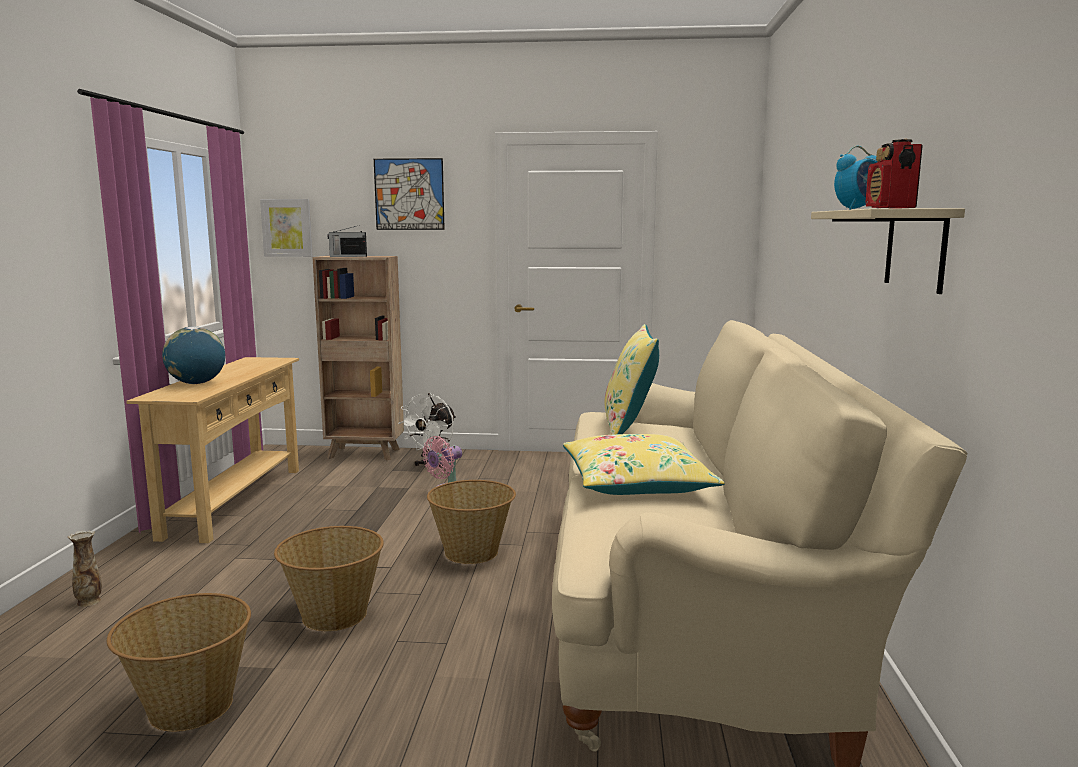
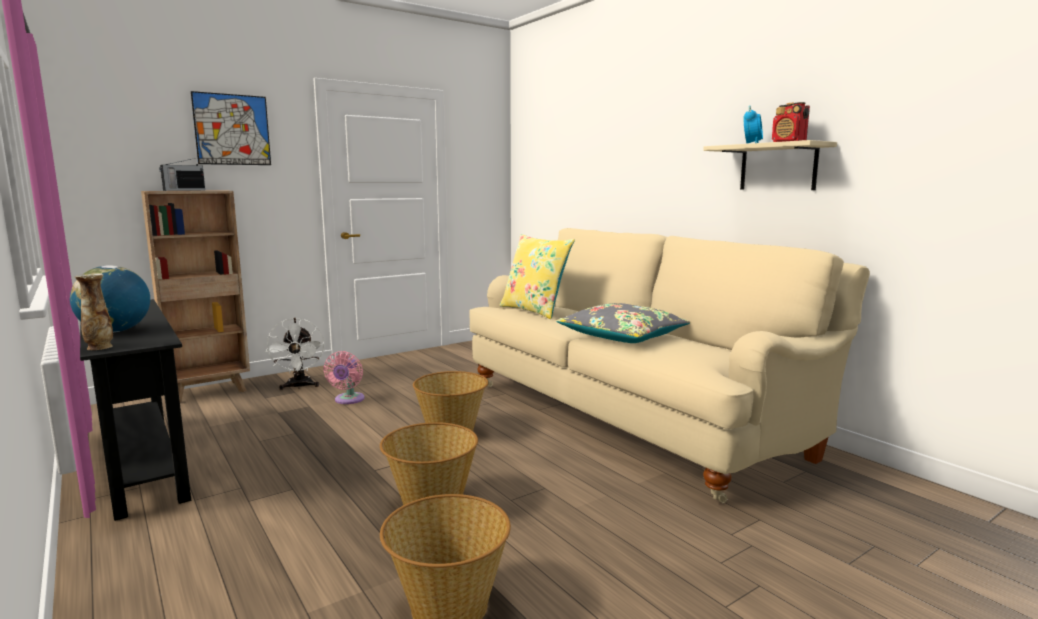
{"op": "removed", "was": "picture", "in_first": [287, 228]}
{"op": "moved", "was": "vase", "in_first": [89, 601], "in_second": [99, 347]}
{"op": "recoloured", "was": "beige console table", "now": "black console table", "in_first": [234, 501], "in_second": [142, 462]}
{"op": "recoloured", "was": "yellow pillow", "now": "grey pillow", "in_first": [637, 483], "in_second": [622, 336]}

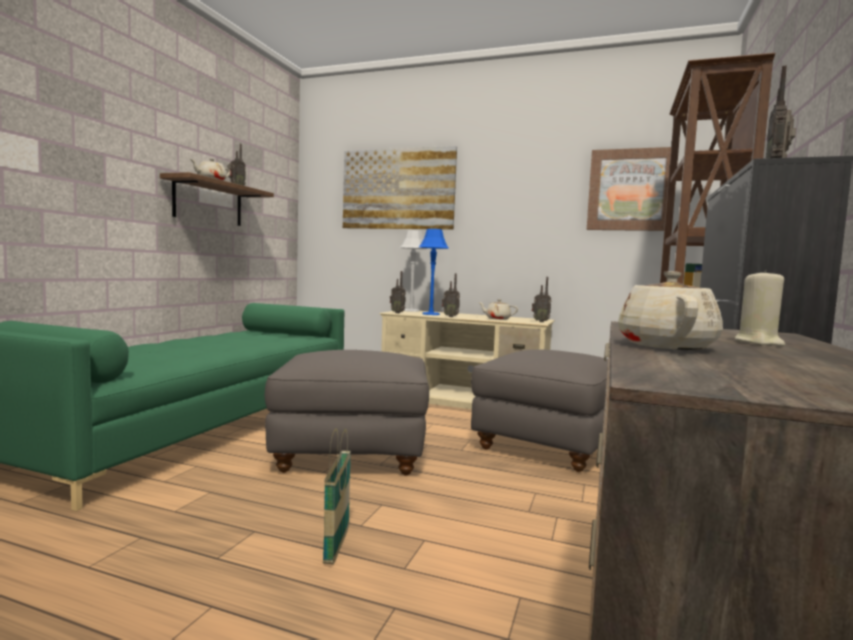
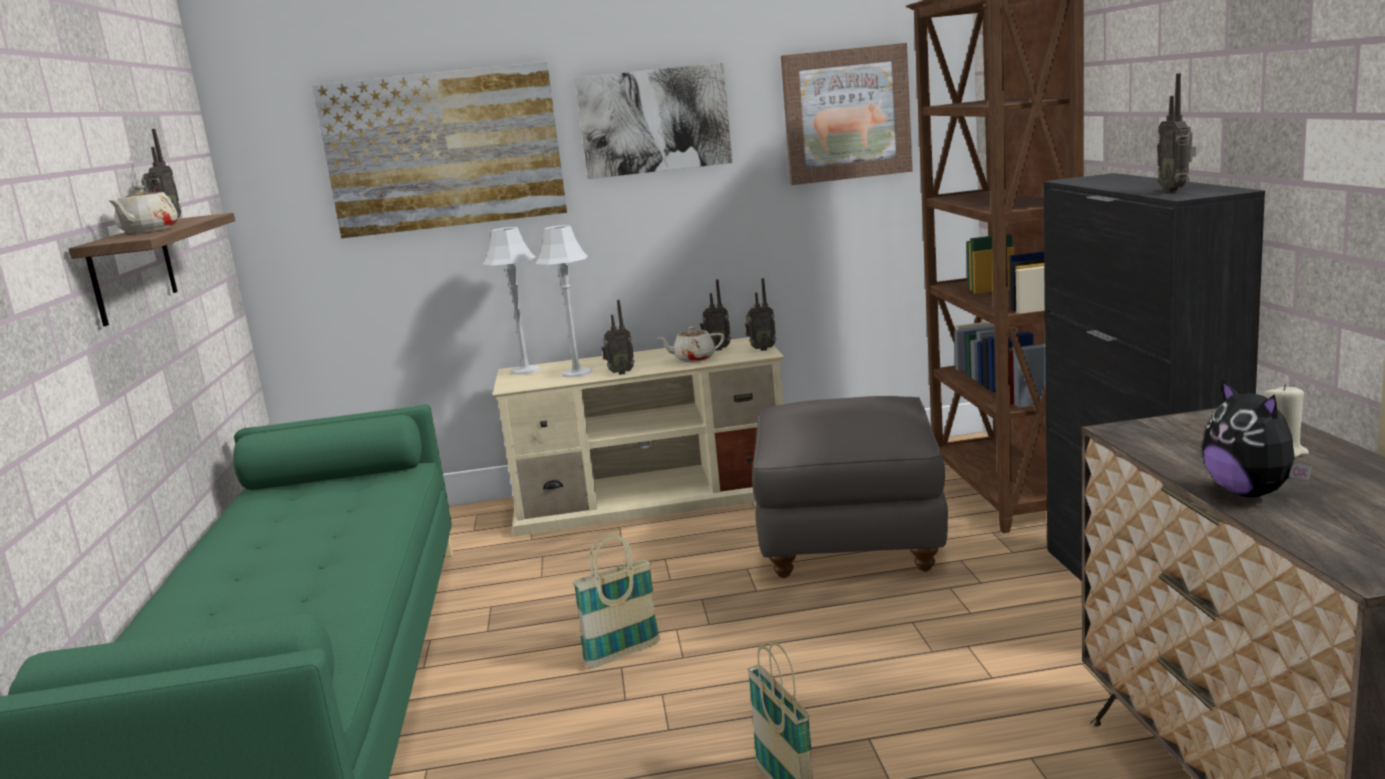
{"op": "added", "now": "picture", "in_second": [654, 121]}
{"op": "moved", "was": "radio", "in_first": [398, 313], "in_second": [717, 349]}
{"op": "replaced", "was": "grey ottoman", "now": "basket", "in_first": [352, 453], "in_second": [622, 654]}
{"op": "replaced", "was": "beige teapot", "now": "plush toy", "in_first": [665, 345], "in_second": [1250, 493]}
{"op": "recoloured", "was": "blue table lamp", "now": "grey table lamp", "in_first": [431, 314], "in_second": [577, 373]}

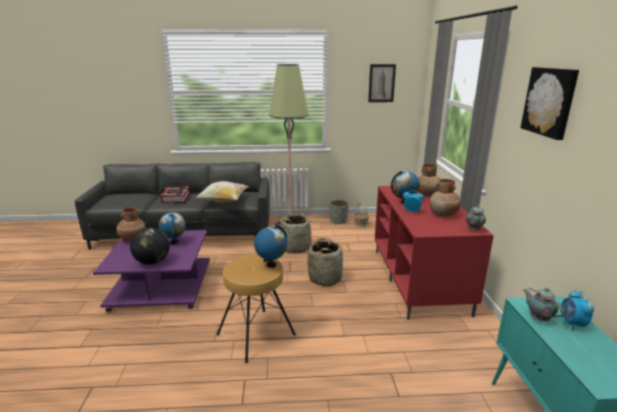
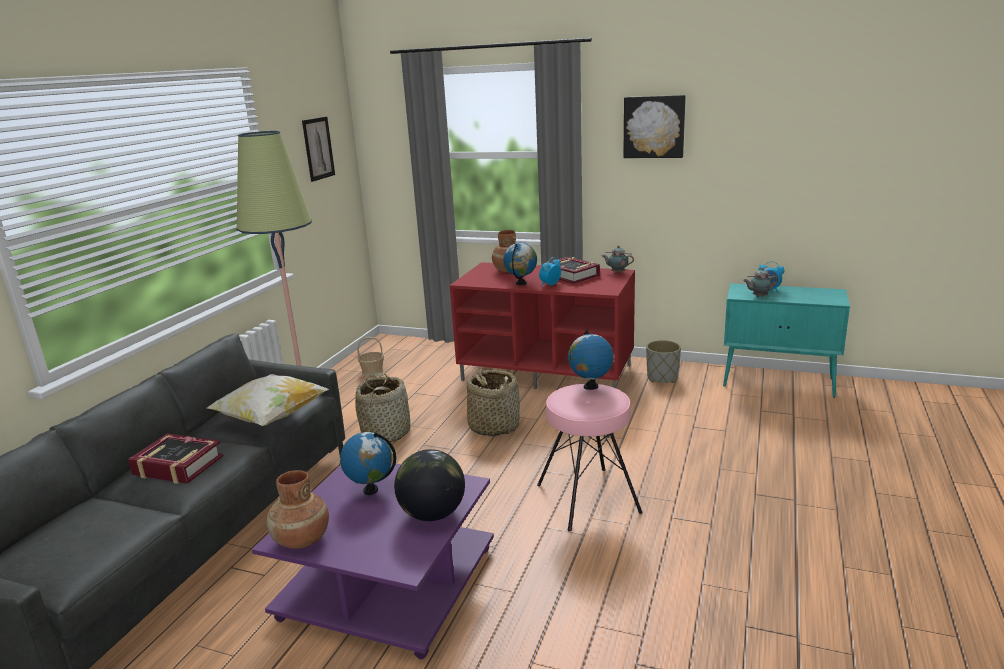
{"op": "moved", "was": "grey planter", "in_first": [338, 221], "in_second": [662, 378]}
{"op": "replaced", "was": "brown vase", "now": "book", "in_first": [443, 214], "in_second": [571, 275]}
{"op": "recoloured", "was": "brown stool", "now": "pink stool", "in_first": [256, 334], "in_second": [588, 498]}

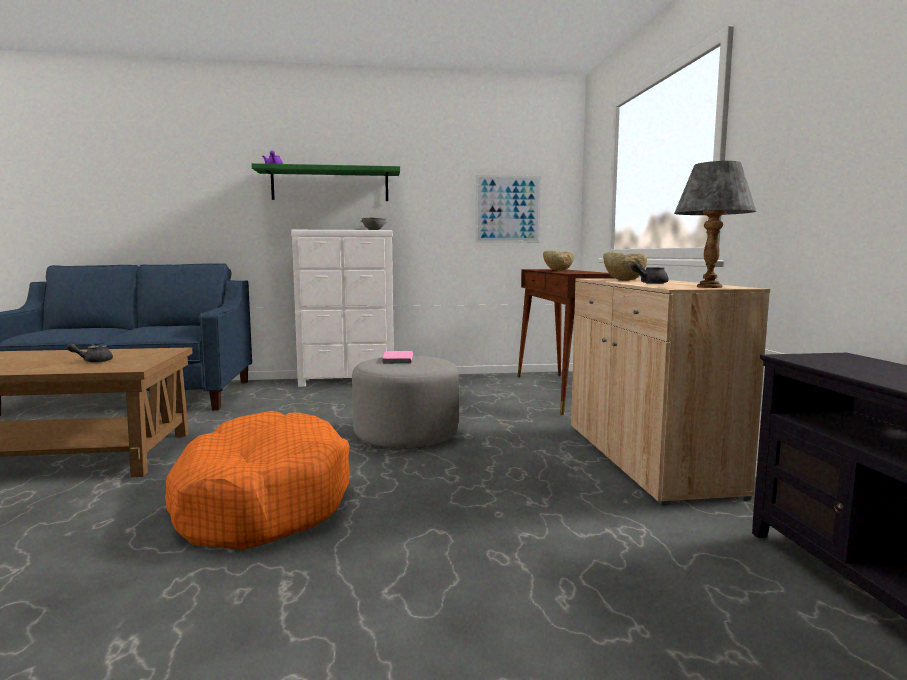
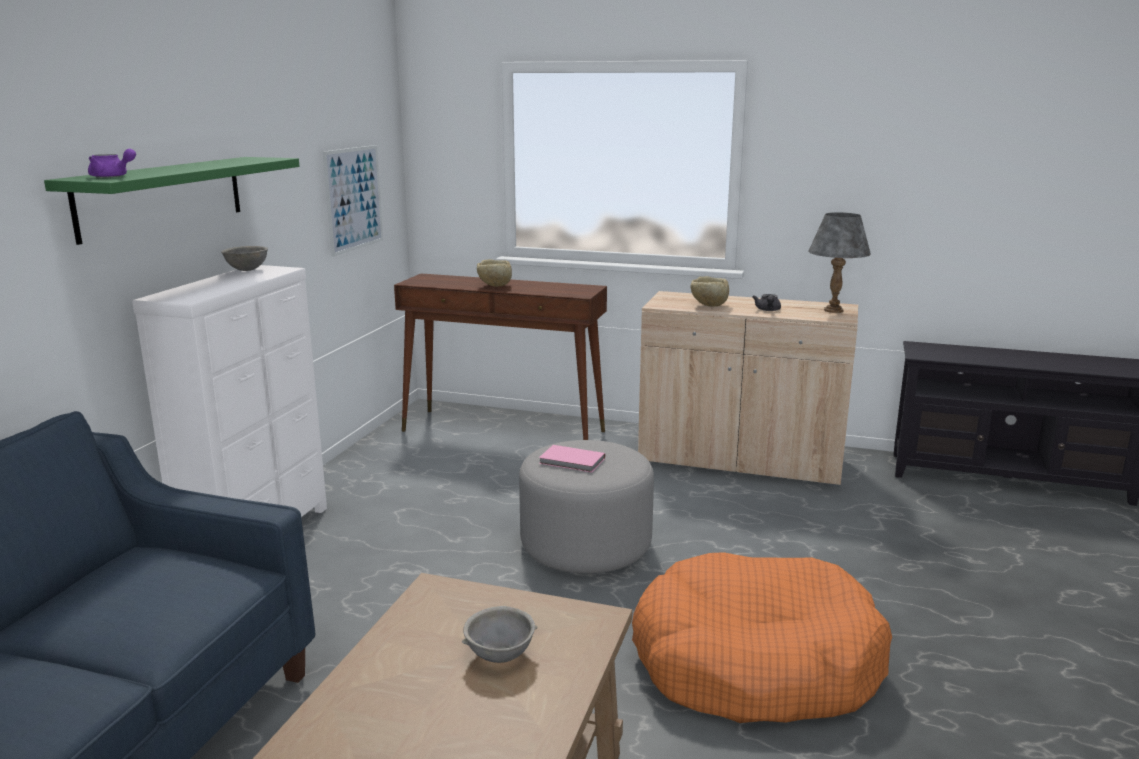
{"op": "replaced", "was": "grey teapot", "now": "grey bowl", "in_first": [93, 361], "in_second": [500, 656]}

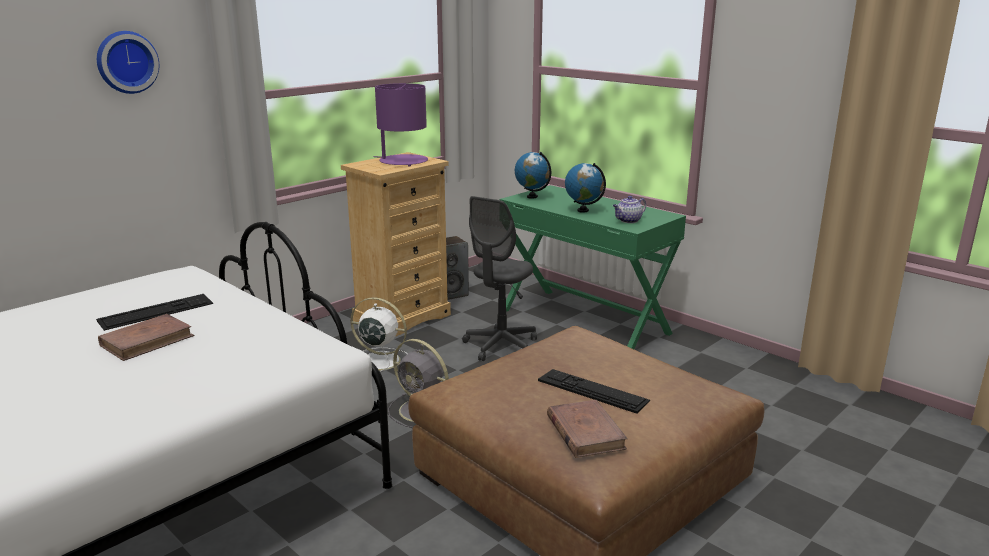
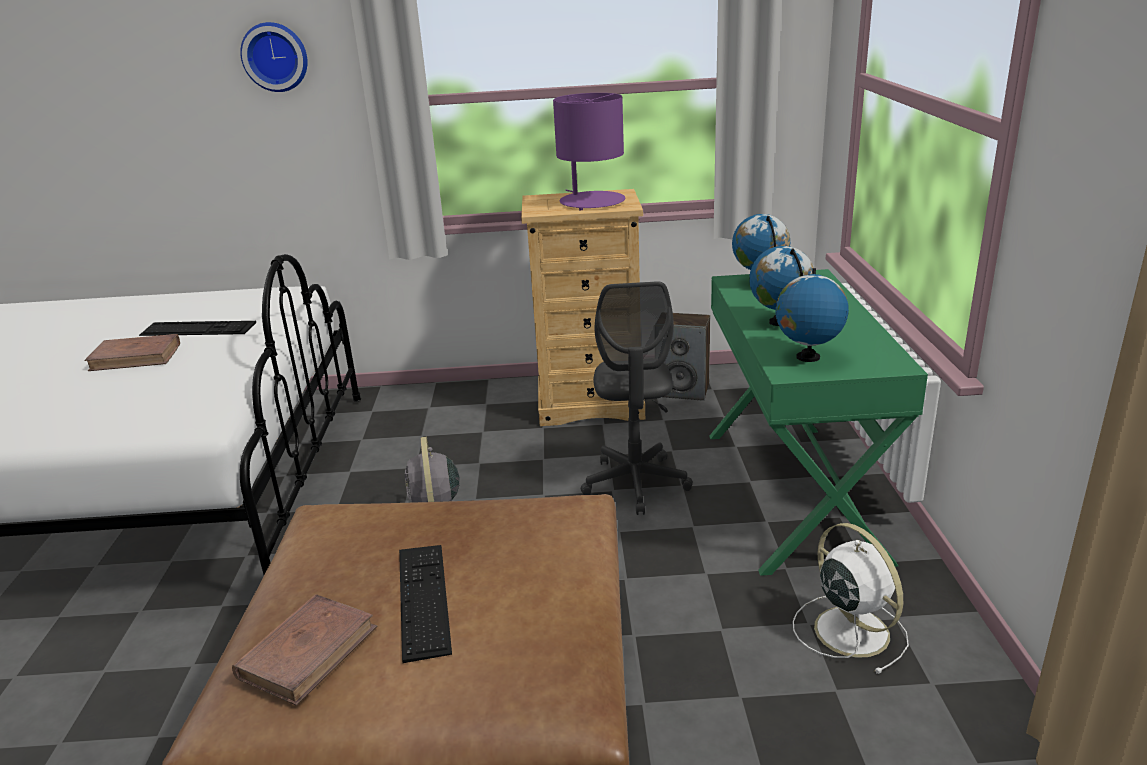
{"op": "moved", "was": "white fan", "in_first": [378, 361], "in_second": [849, 629]}
{"op": "replaced", "was": "teapot", "now": "globe", "in_first": [628, 221], "in_second": [807, 357]}
{"op": "turned", "was": "grey office chair", "in_first": [501, 346], "in_second": [635, 484], "clockwise": -75}

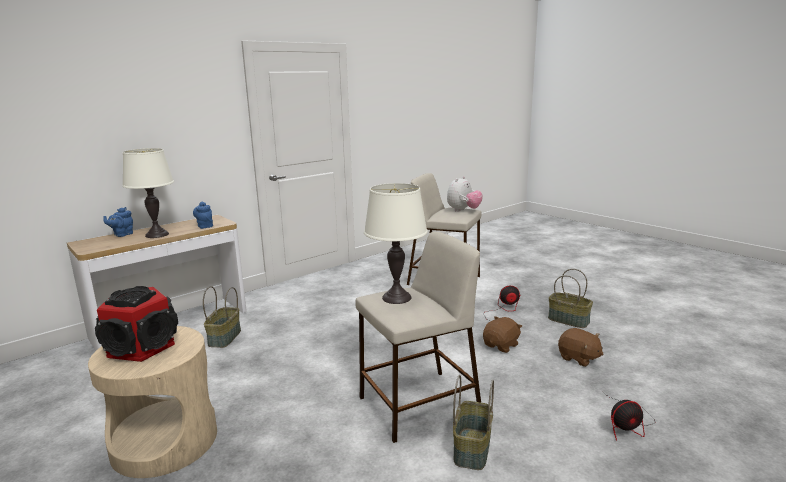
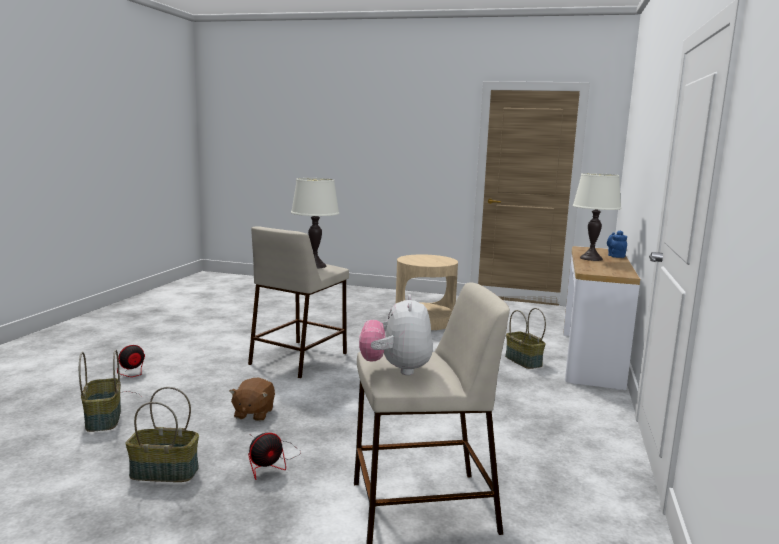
{"op": "removed", "was": "speaker", "in_first": [143, 347]}
{"op": "removed", "was": "blue teapot", "in_first": [205, 226]}
{"op": "removed", "was": "brown plush toy", "in_first": [578, 358]}
{"op": "moved", "was": "basket", "in_first": [473, 449], "in_second": [102, 419]}

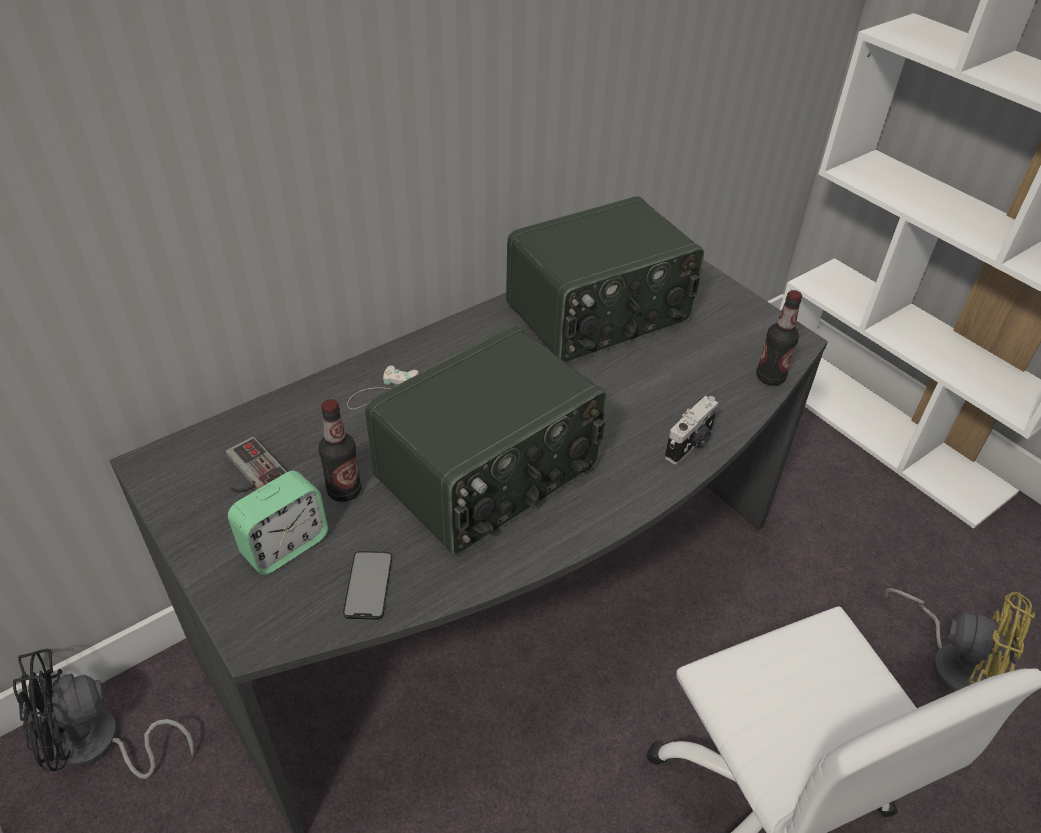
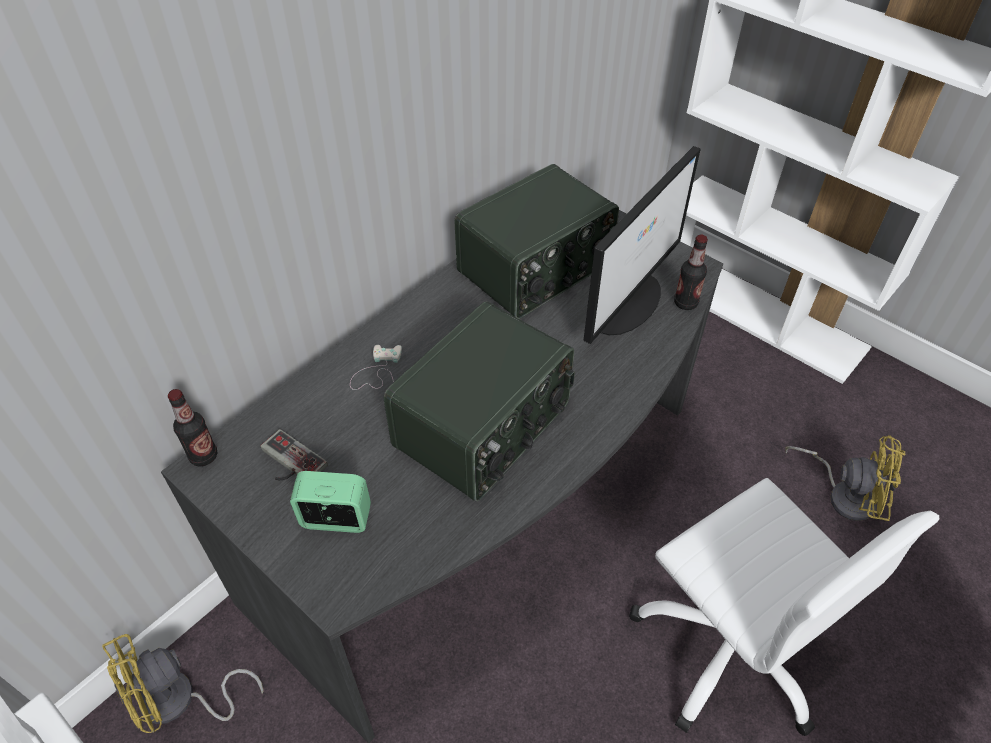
{"op": "removed", "was": "phone", "in_first": [368, 585]}
{"op": "removed", "was": "photo camera", "in_first": [690, 444]}
{"op": "added", "now": "monitor", "in_second": [627, 302]}
{"op": "moved", "was": "bottle", "in_first": [344, 491], "in_second": [203, 456]}
{"op": "recoloured", "was": "black fan", "now": "yellow fan", "in_first": [98, 746], "in_second": [179, 702]}
{"op": "turned", "was": "alarm clock", "in_first": [285, 546], "in_second": [336, 519], "clockwise": -120}

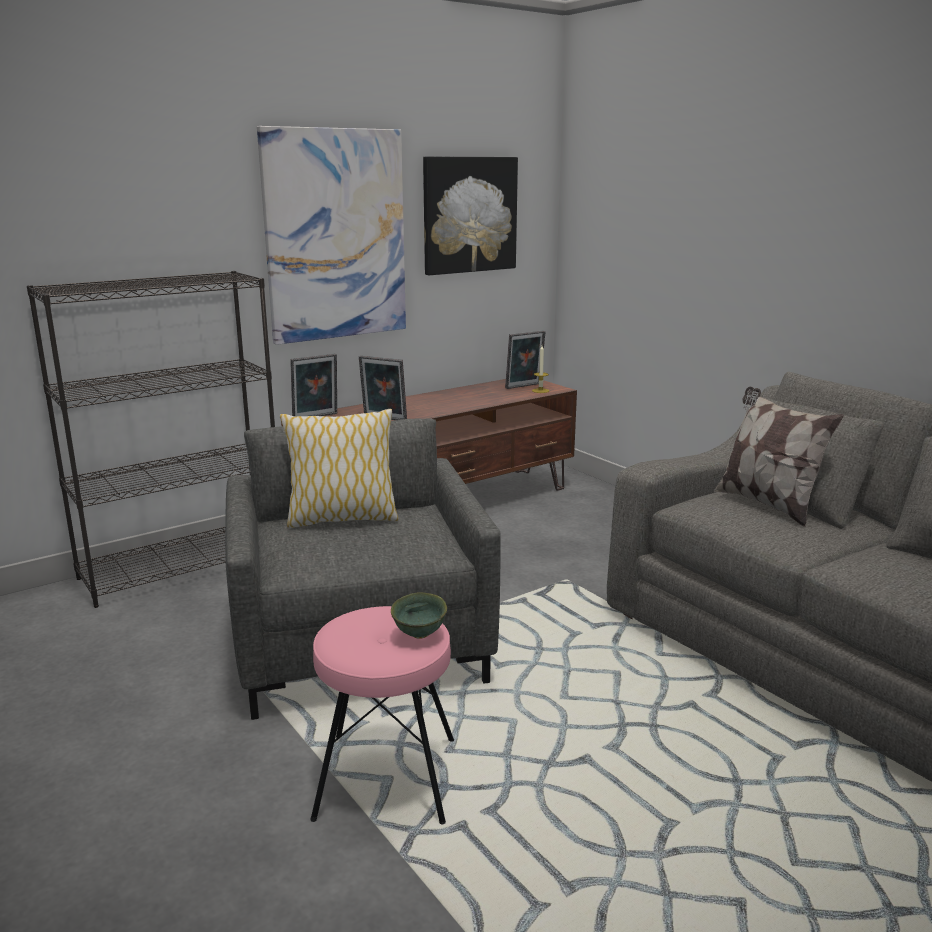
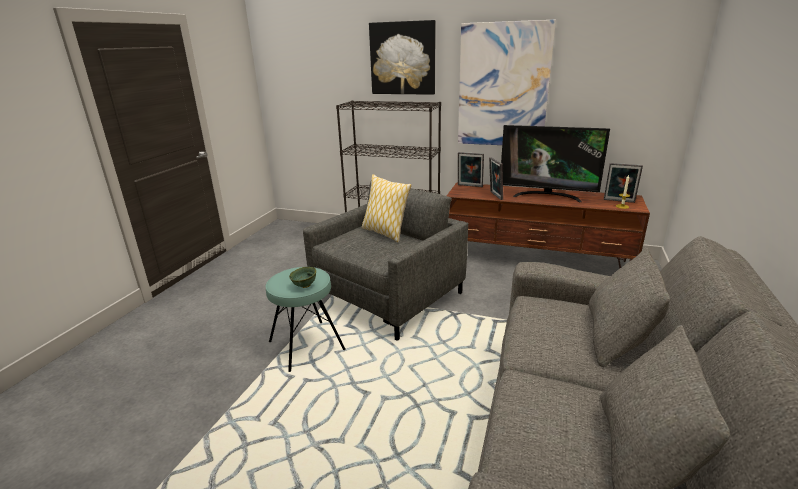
{"op": "removed", "was": "pillow", "in_first": [767, 504]}
{"op": "added", "now": "television", "in_second": [547, 196]}
{"op": "moved", "was": "picture", "in_first": [469, 215], "in_second": [403, 58]}
{"op": "recoloured", "was": "pink stool", "now": "turquoise stool", "in_first": [387, 778], "in_second": [306, 346]}

